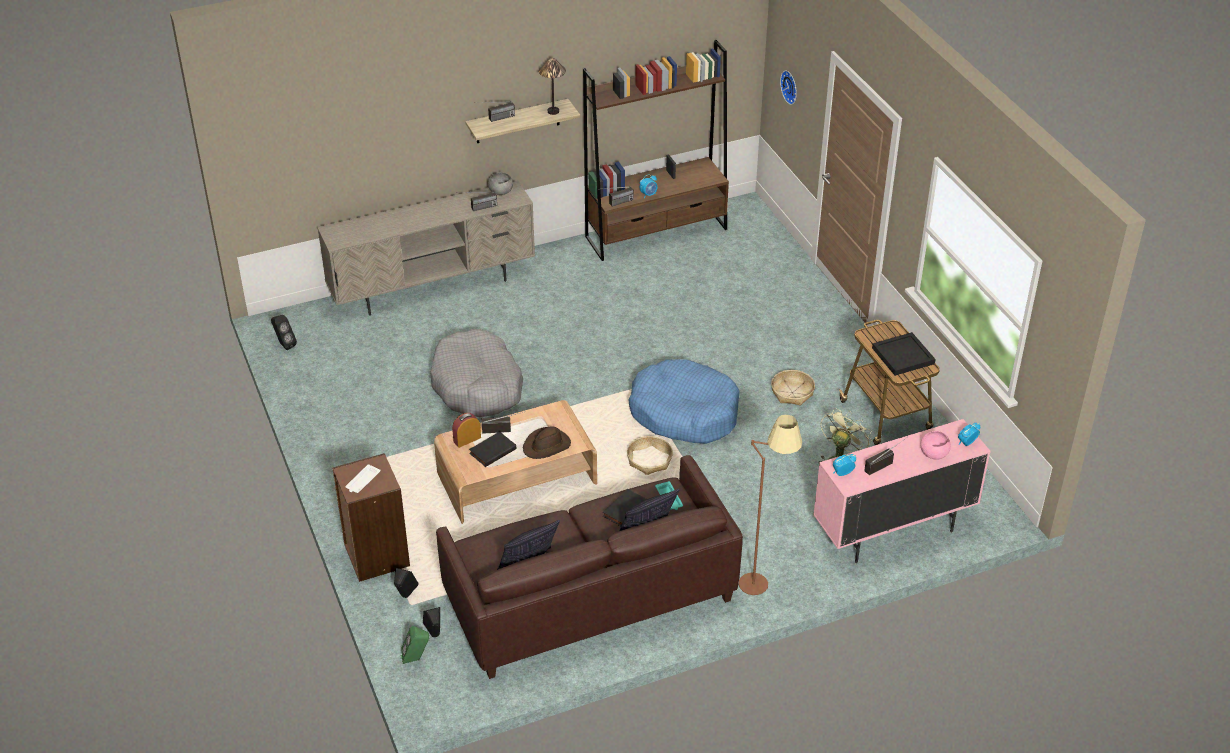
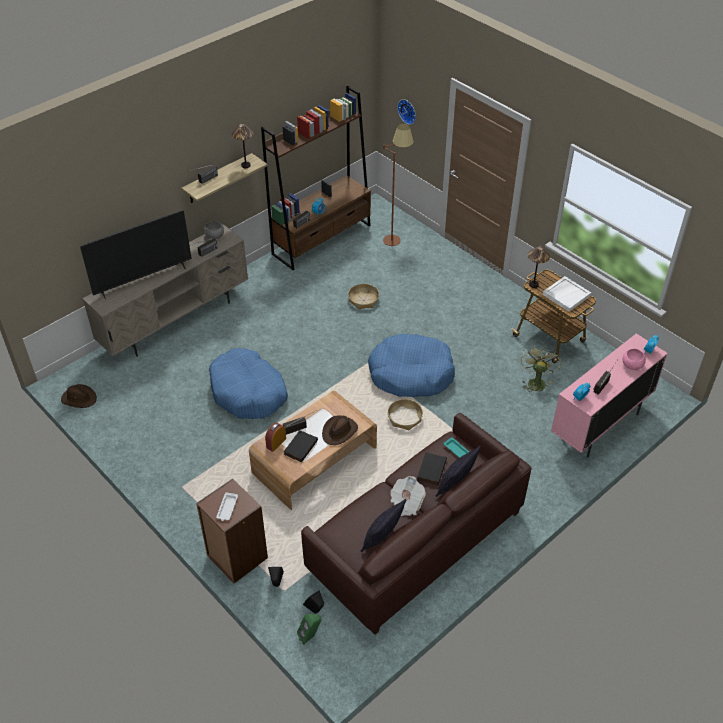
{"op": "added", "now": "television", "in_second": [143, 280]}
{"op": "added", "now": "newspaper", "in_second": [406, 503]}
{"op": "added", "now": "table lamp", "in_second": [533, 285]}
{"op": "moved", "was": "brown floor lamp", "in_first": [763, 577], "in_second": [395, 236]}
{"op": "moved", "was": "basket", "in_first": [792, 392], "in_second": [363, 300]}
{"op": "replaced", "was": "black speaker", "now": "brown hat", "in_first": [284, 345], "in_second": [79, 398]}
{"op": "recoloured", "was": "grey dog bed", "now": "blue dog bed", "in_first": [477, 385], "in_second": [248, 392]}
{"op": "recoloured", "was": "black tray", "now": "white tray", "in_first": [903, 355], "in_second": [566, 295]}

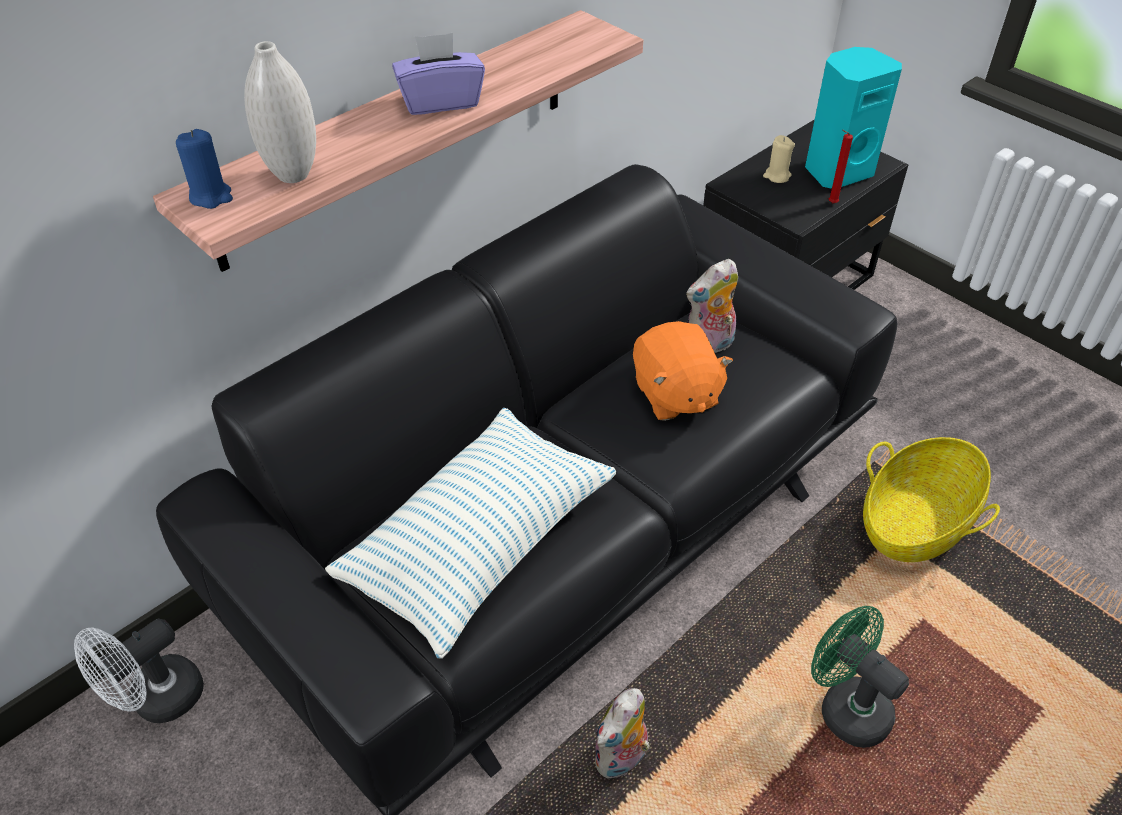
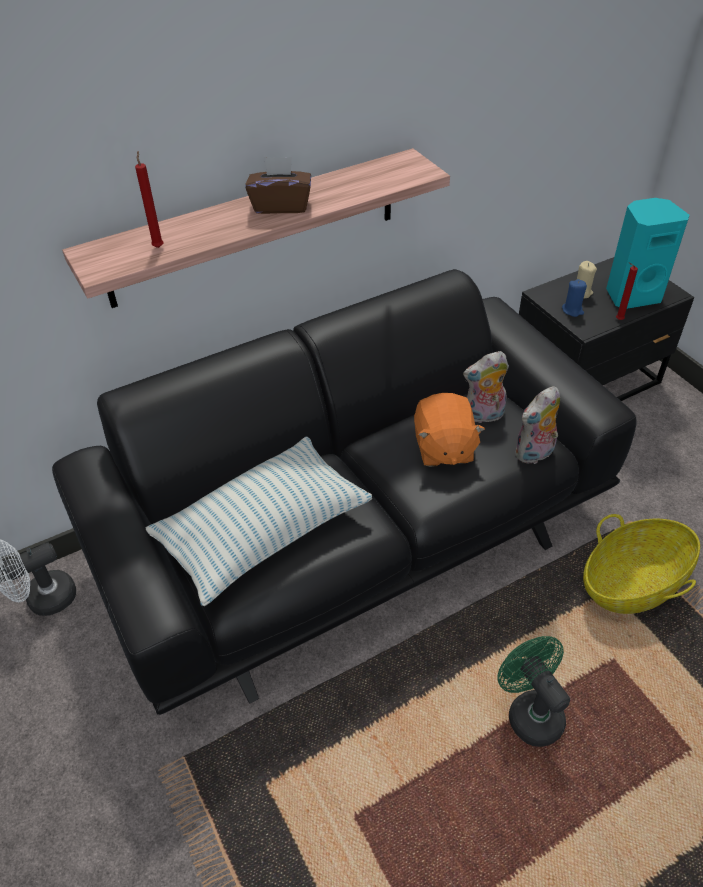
{"op": "moved", "was": "blue candle", "in_first": [211, 196], "in_second": [572, 310]}
{"op": "moved", "was": "plush toy", "in_first": [622, 759], "in_second": [534, 454]}
{"op": "replaced", "was": "white vase", "now": "red candle", "in_first": [293, 175], "in_second": [158, 246]}
{"op": "recoloured", "was": "purple tissue box", "now": "brown tissue box", "in_first": [440, 101], "in_second": [281, 205]}

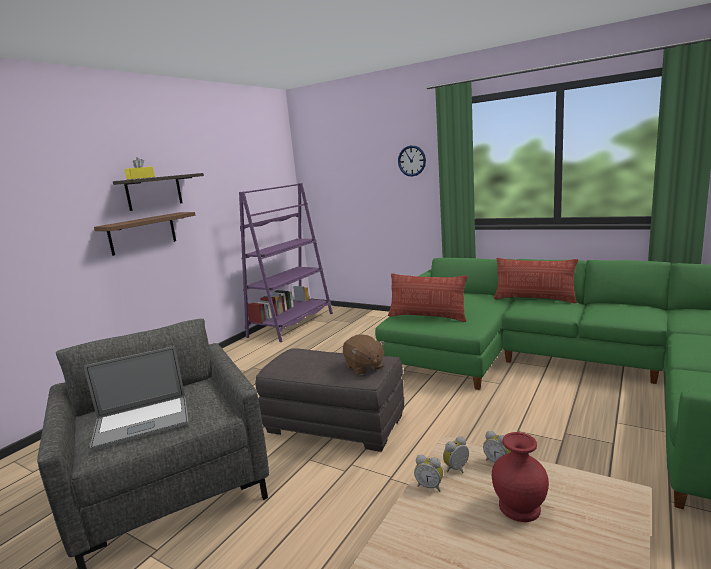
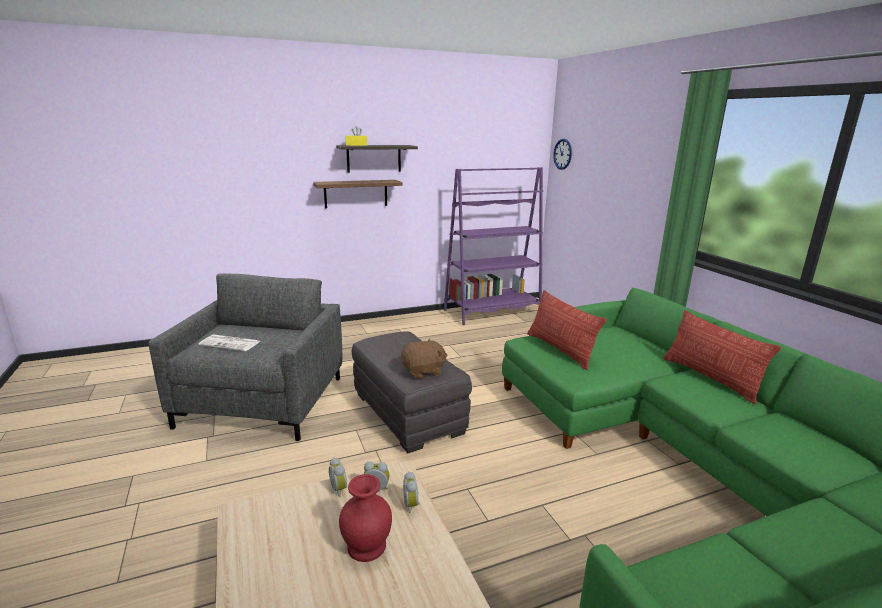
{"op": "moved", "was": "wall clock", "in_first": [411, 161], "in_second": [562, 154]}
{"op": "replaced", "was": "laptop", "now": "newspaper", "in_first": [142, 422], "in_second": [231, 343]}
{"op": "turned", "was": "brown plush toy", "in_first": [364, 367], "in_second": [423, 371], "clockwise": -120}

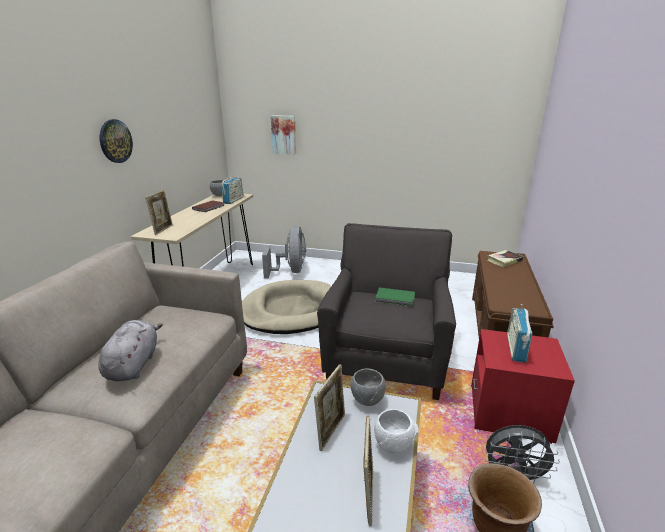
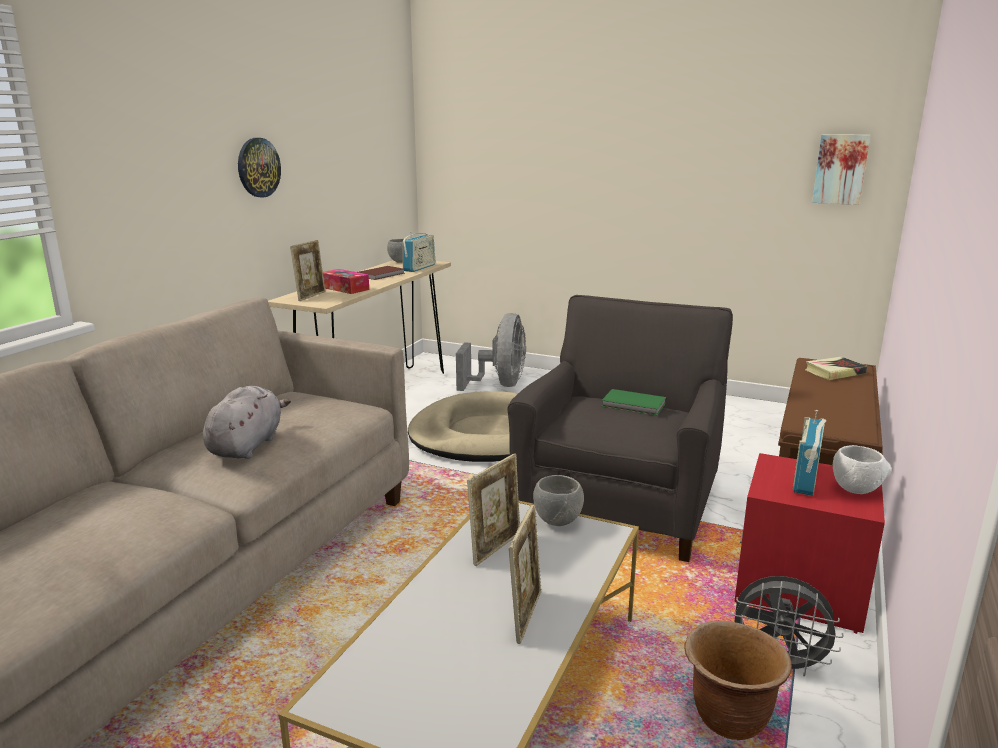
{"op": "added", "now": "tissue box", "in_second": [345, 288]}
{"op": "moved", "was": "picture", "in_first": [284, 134], "in_second": [840, 169]}
{"op": "moved", "was": "white bowl", "in_first": [393, 446], "in_second": [856, 490]}

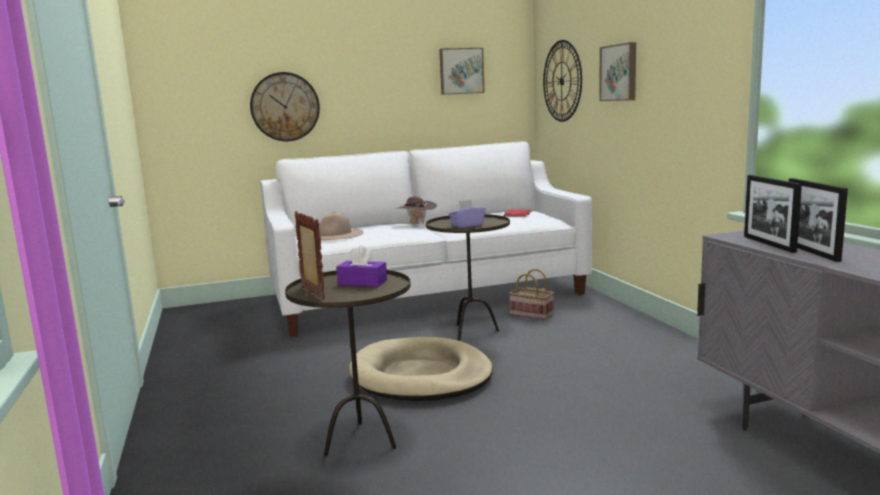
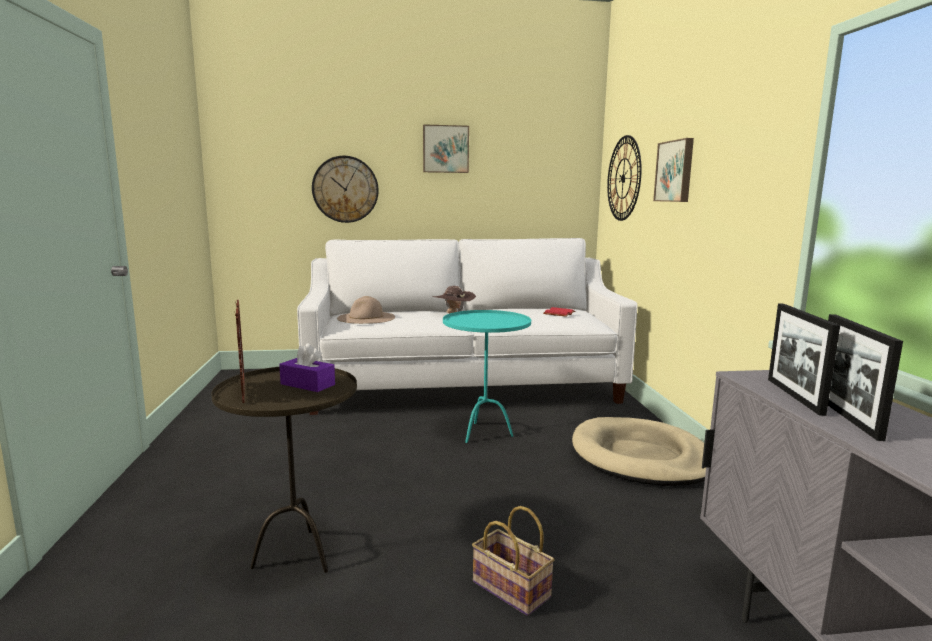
{"op": "removed", "was": "purple tissue box", "in_first": [467, 225]}
{"op": "moved", "was": "beige dog bed", "in_first": [420, 376], "in_second": [640, 457]}
{"op": "moved", "was": "picture", "in_first": [461, 71], "in_second": [445, 149]}
{"op": "moved", "was": "basket", "in_first": [530, 314], "in_second": [508, 589]}
{"op": "recoloured", "was": "brown side table", "now": "turquoise side table", "in_first": [471, 332], "in_second": [484, 433]}

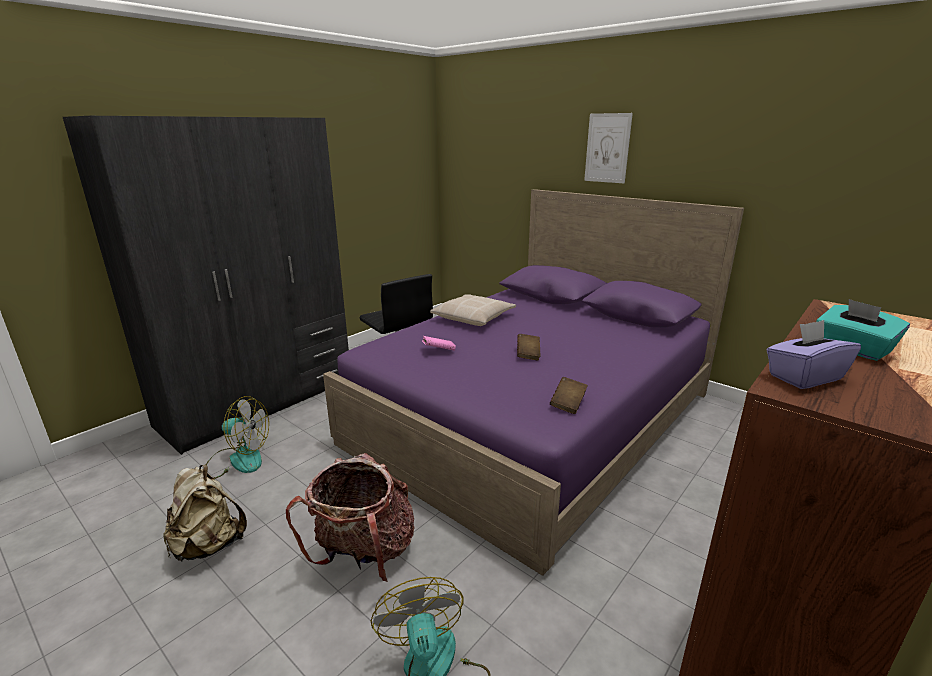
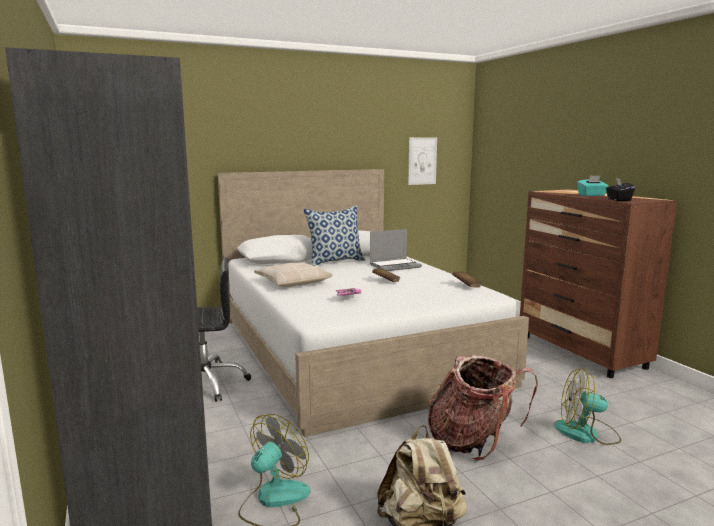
{"op": "added", "now": "pillow", "in_second": [335, 261]}
{"op": "added", "now": "laptop", "in_second": [395, 266]}
{"op": "moved", "was": "picture", "in_first": [607, 148], "in_second": [422, 161]}
{"op": "recoloured", "was": "purple bed", "now": "white bed", "in_first": [534, 417], "in_second": [353, 349]}
{"op": "recoloured", "was": "purple tissue box", "now": "black tissue box", "in_first": [804, 377], "in_second": [618, 200]}

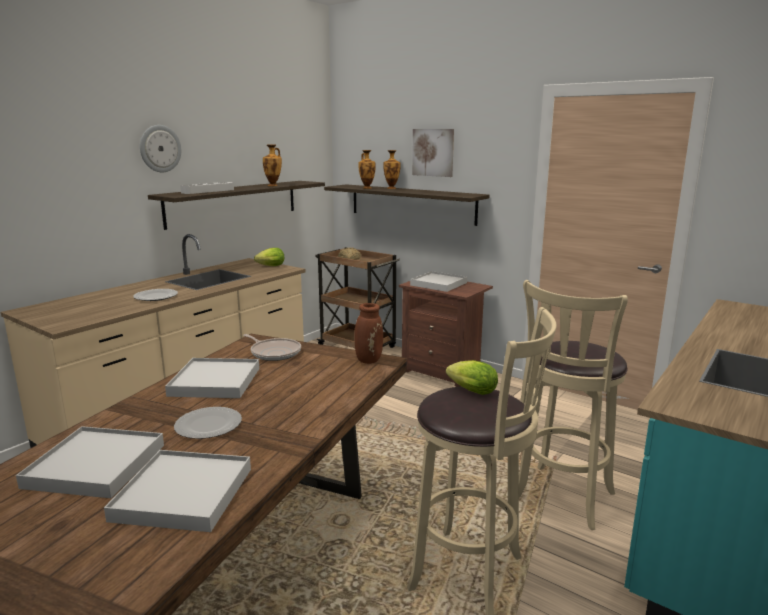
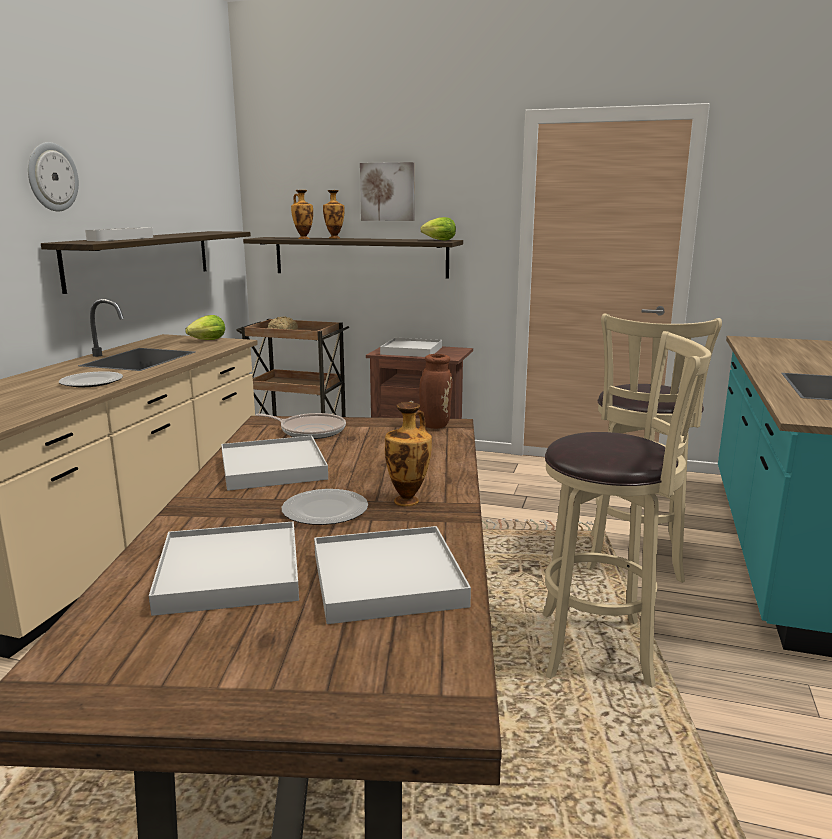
{"op": "moved", "was": "vase", "in_first": [273, 185], "in_second": [408, 501]}
{"op": "moved", "was": "lettuce", "in_first": [469, 391], "in_second": [437, 240]}

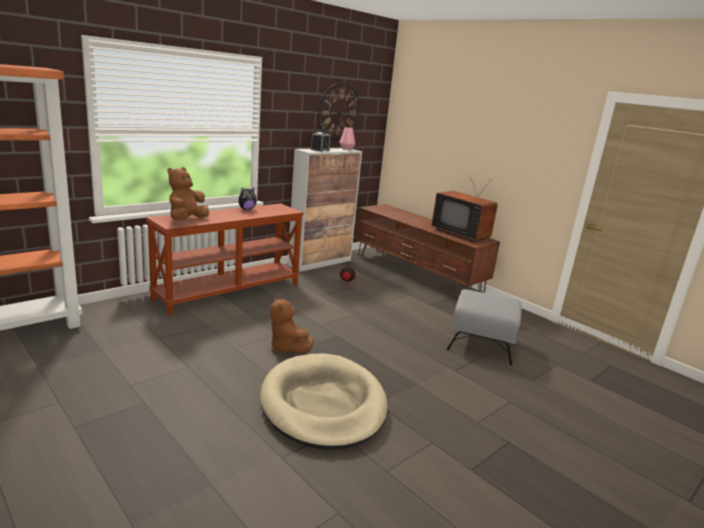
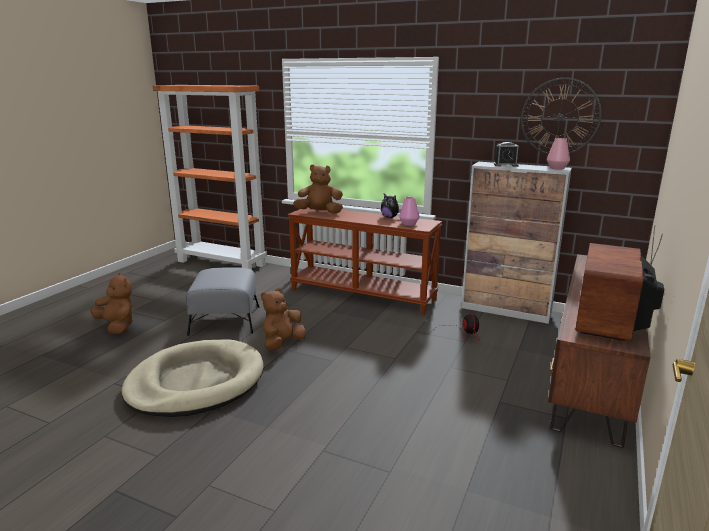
{"op": "added", "now": "brown plush toy", "in_second": [117, 326]}
{"op": "added", "now": "pink vase", "in_second": [409, 224]}
{"op": "moved", "was": "grey ottoman", "in_first": [482, 343], "in_second": [224, 320]}

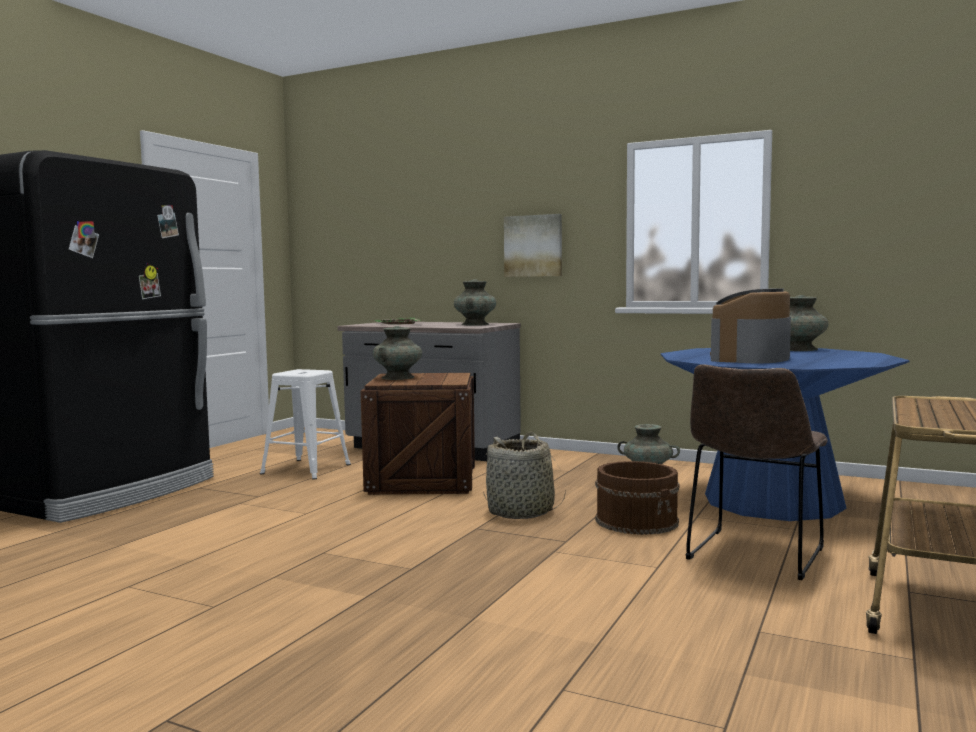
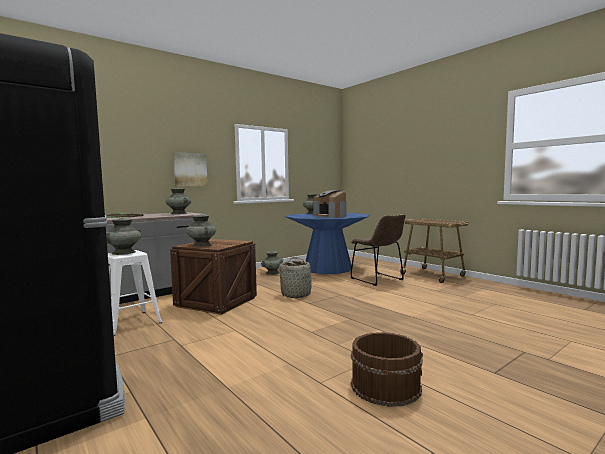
{"op": "added", "now": "turquoise vase", "in_second": [123, 252]}
{"op": "moved", "was": "brown bucket", "in_first": [637, 521], "in_second": [385, 386]}

